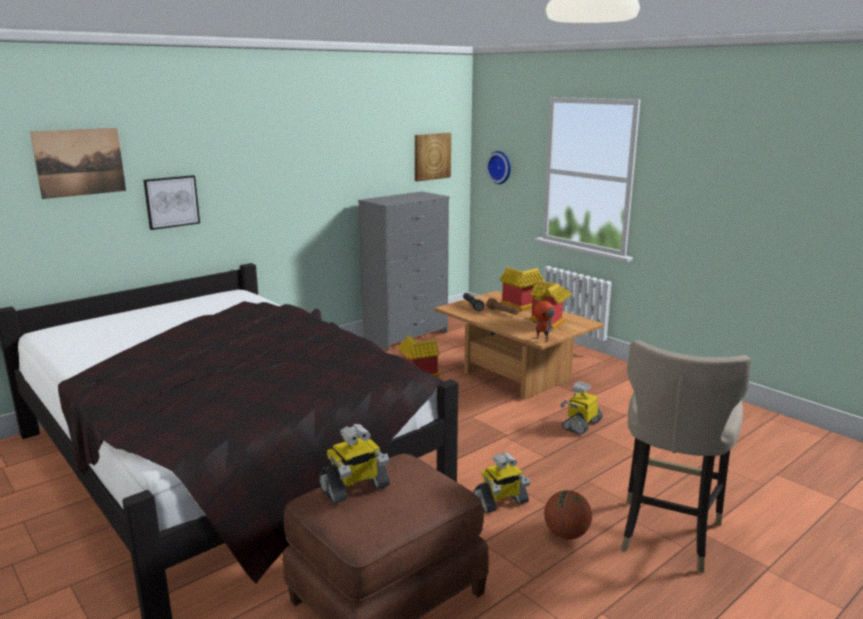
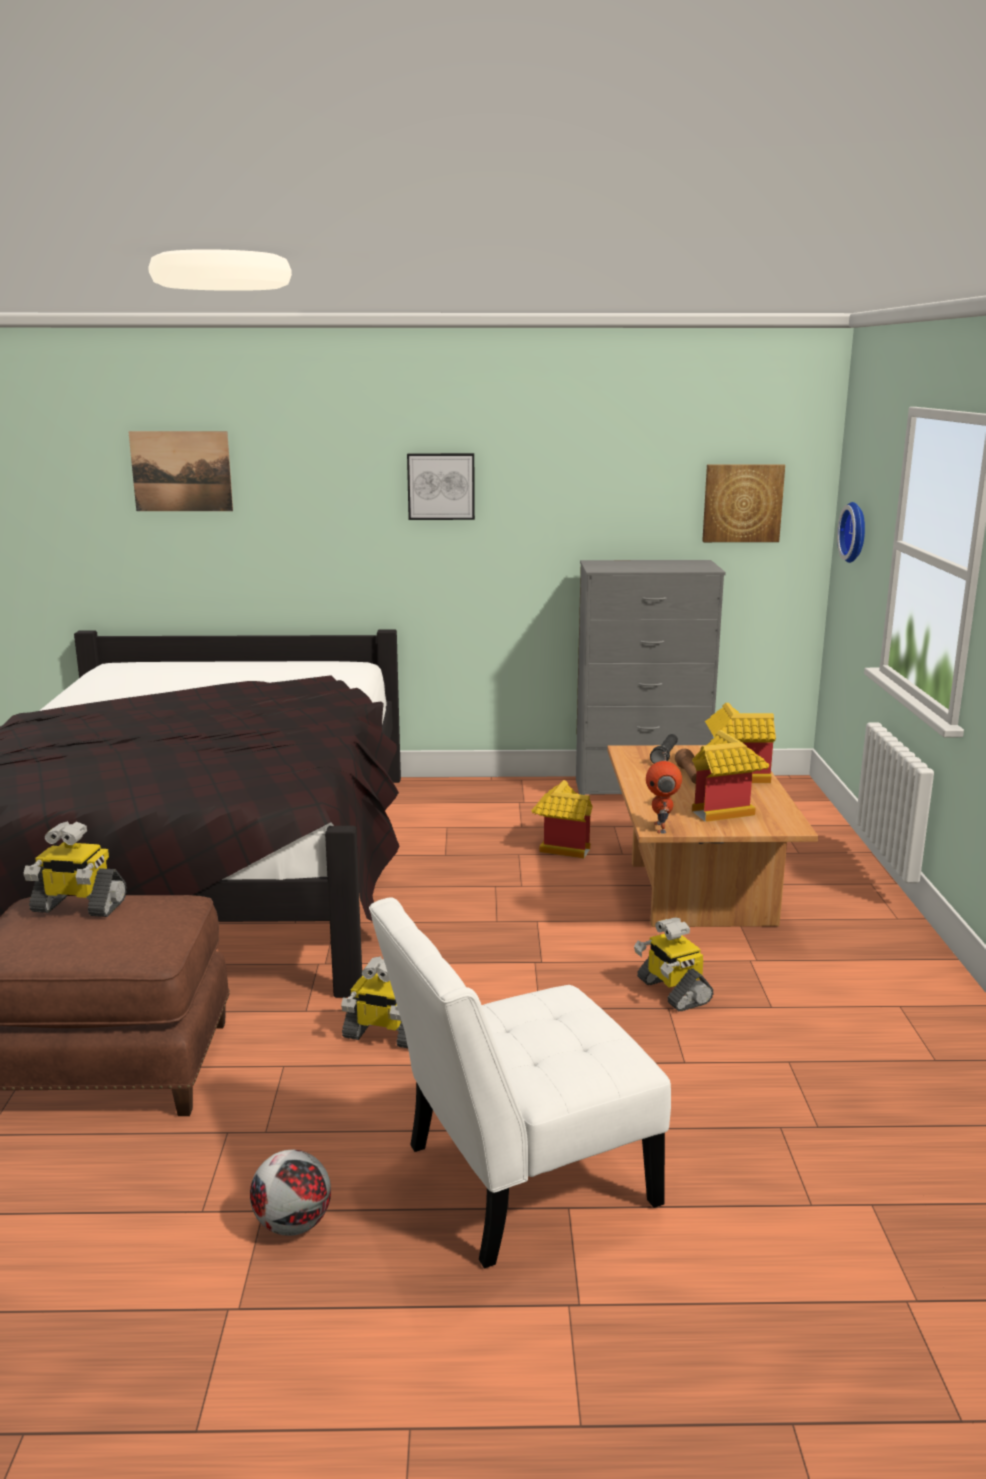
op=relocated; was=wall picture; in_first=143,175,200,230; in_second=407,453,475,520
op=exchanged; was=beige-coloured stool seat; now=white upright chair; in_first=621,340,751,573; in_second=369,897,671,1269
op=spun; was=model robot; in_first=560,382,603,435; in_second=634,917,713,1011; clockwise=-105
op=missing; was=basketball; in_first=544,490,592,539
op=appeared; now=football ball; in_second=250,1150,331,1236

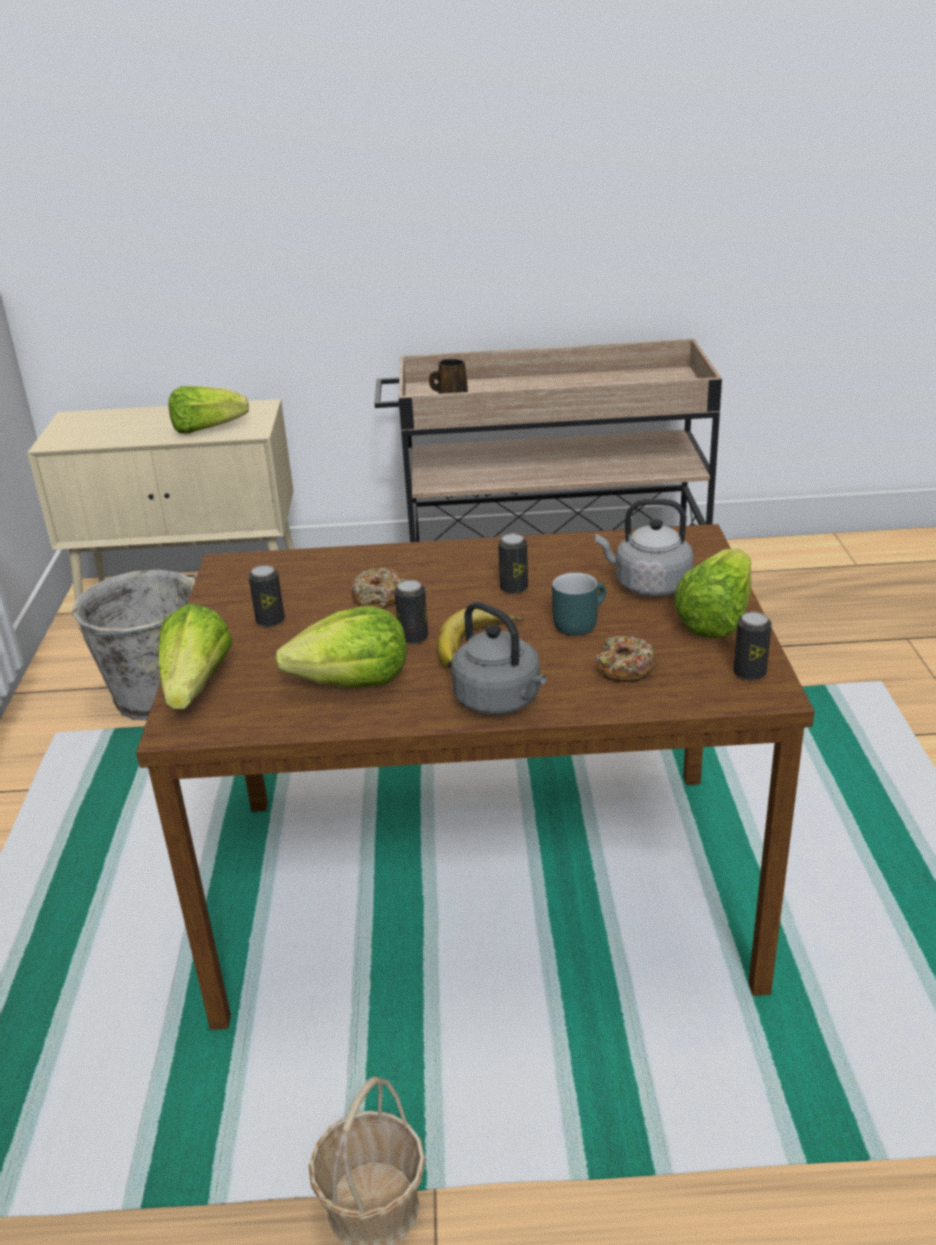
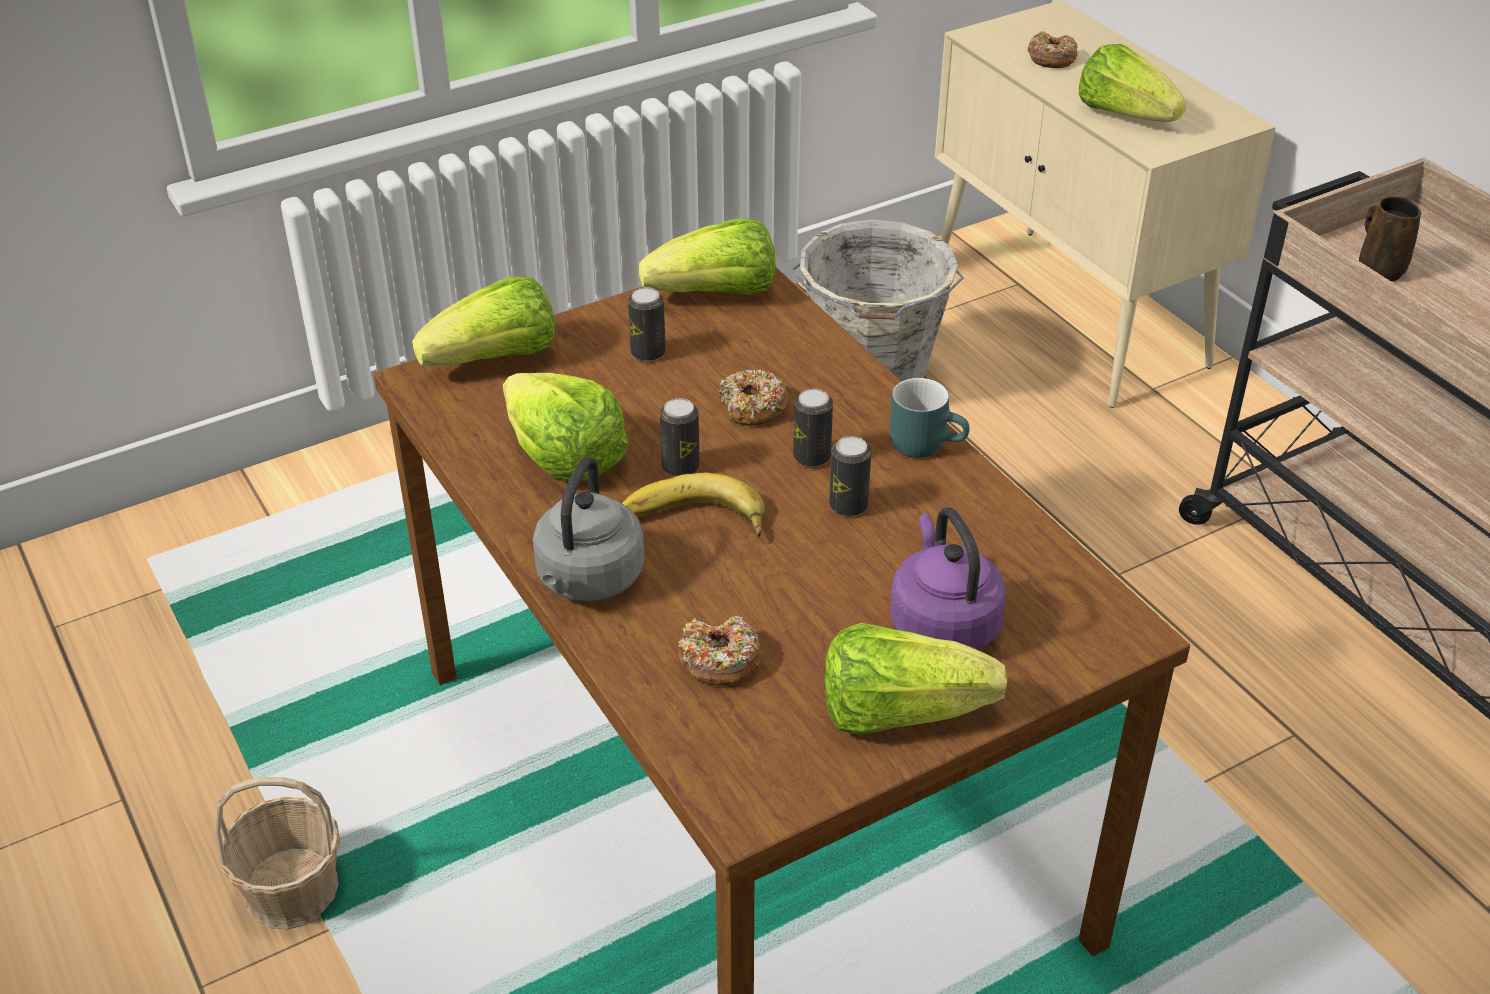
op=colour; was=greyish tea kettle; now=purple-coloured tea kettle; in_first=595,499,694,597; in_second=890,508,1006,650
op=relocated; was=blue-green coffee mug; in_first=552,573,606,636; in_second=890,378,970,458
op=relocated; was=sealed can; in_first=734,611,772,680; in_second=793,389,833,467
op=appeared; now=donut; in_second=1028,31,1078,68
op=appeared; now=head of lettuce; in_second=639,218,776,295

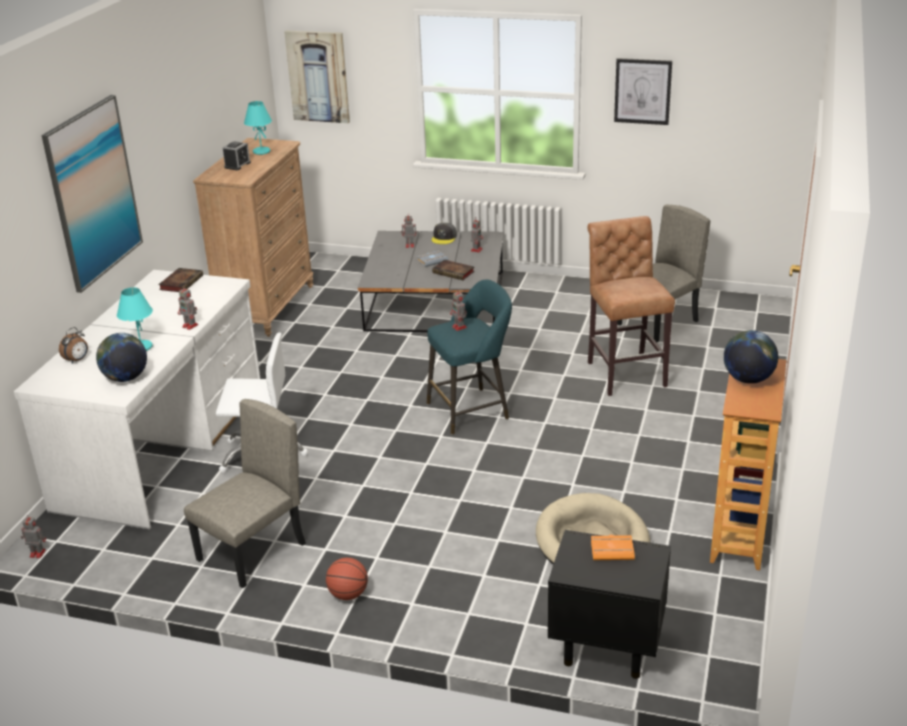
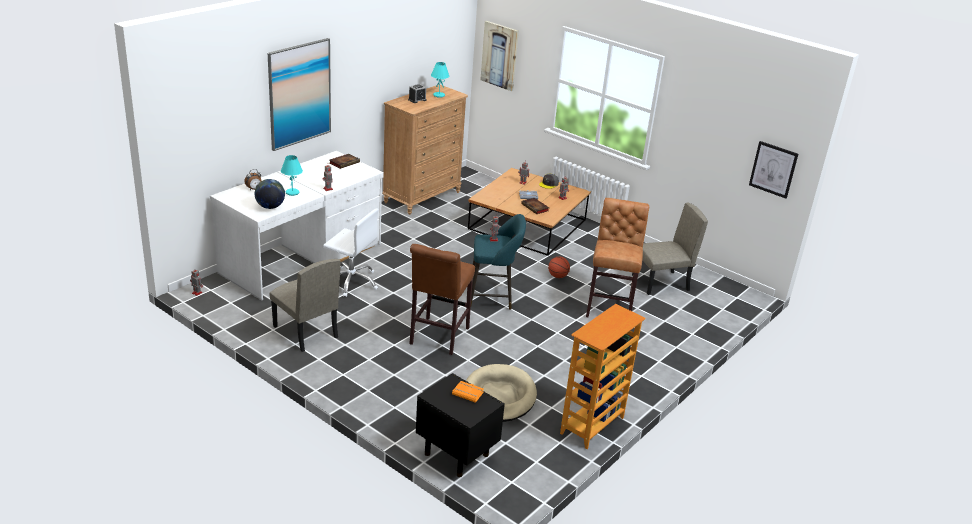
op=relocated; was=wall picture; in_first=614,58,672,125; in_second=749,141,798,199
op=colour; was=greyish lounge table; now=brownish lounge table; in_first=358,231,504,332; in_second=468,168,591,256
op=missing; was=globe; in_first=724,330,778,384
op=spun; was=beige-coloured upright chair; in_first=184,399,306,588; in_second=269,259,341,352; clockwise=75
op=relocated; was=basketball; in_first=326,558,368,600; in_second=548,257,570,278
op=appeared; now=brownish stool seat; in_second=409,244,475,355

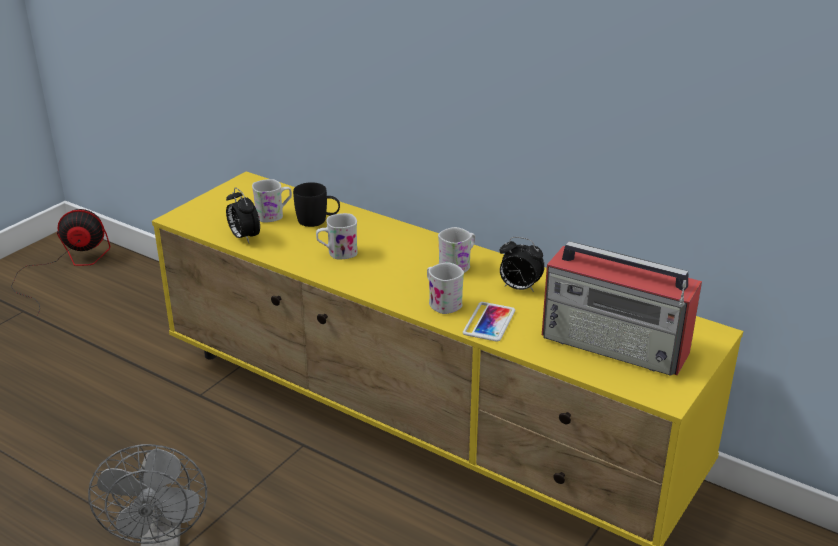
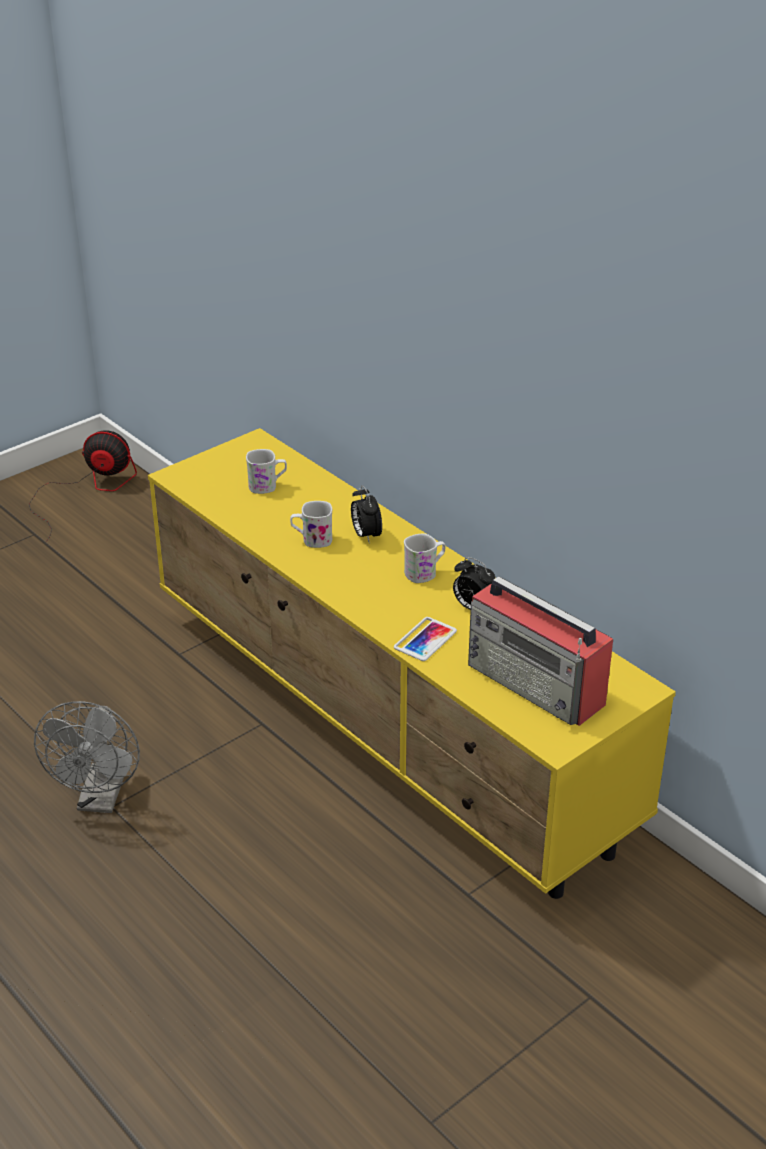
op=missing; was=blackish coffee mug; in_first=293,182,340,227
op=relocated; was=alarm clock; in_first=226,188,260,243; in_second=351,485,382,544
op=missing; was=white coffee mug; in_first=427,262,464,314

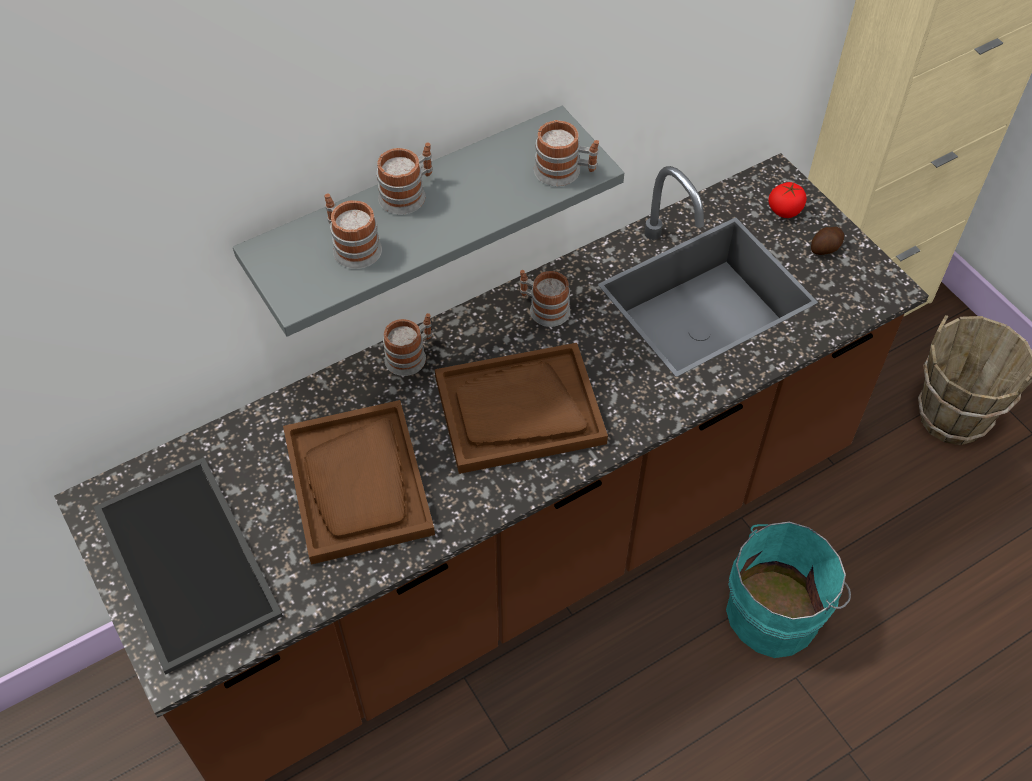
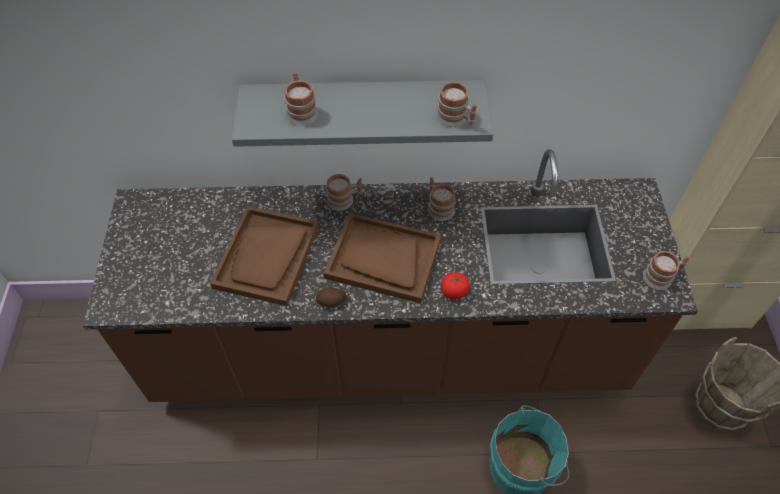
op=relocated; was=coffee mug; in_first=377,142,433,215; in_second=643,251,690,290
op=relocated; was=tomato; in_first=768,182,807,218; in_second=441,272,470,299
op=relocated; was=whole potato; in_first=811,226,844,255; in_second=316,287,346,307
op=missing; was=serving tray; in_first=94,457,283,674

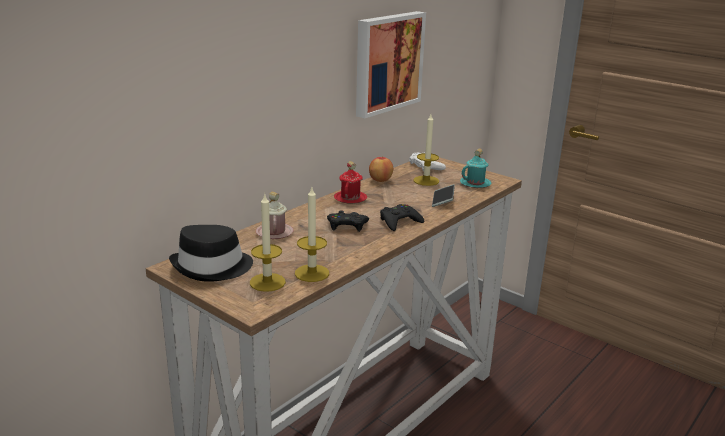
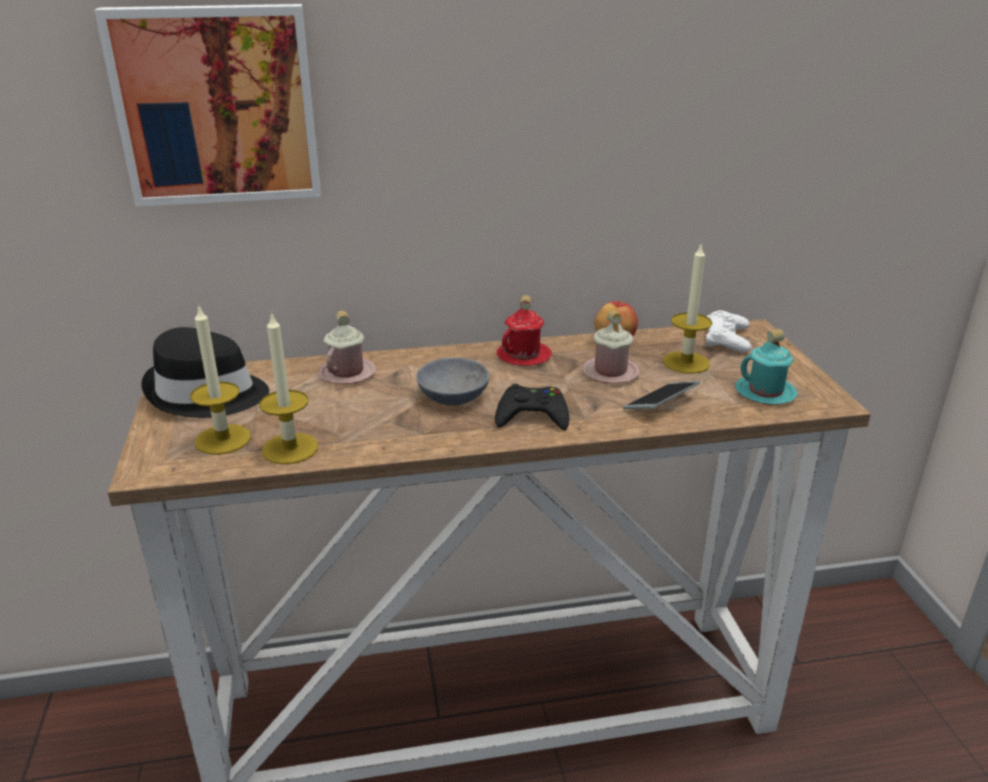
op=relocated; was=wall picture; in_first=356,11,426,118; in_second=94,4,321,207
op=exchanged; was=blackish game controller; now=greyish deep dish; in_first=327,210,369,232; in_second=416,358,490,406
op=appeared; now=pinkish coffee mug; in_second=582,310,640,383

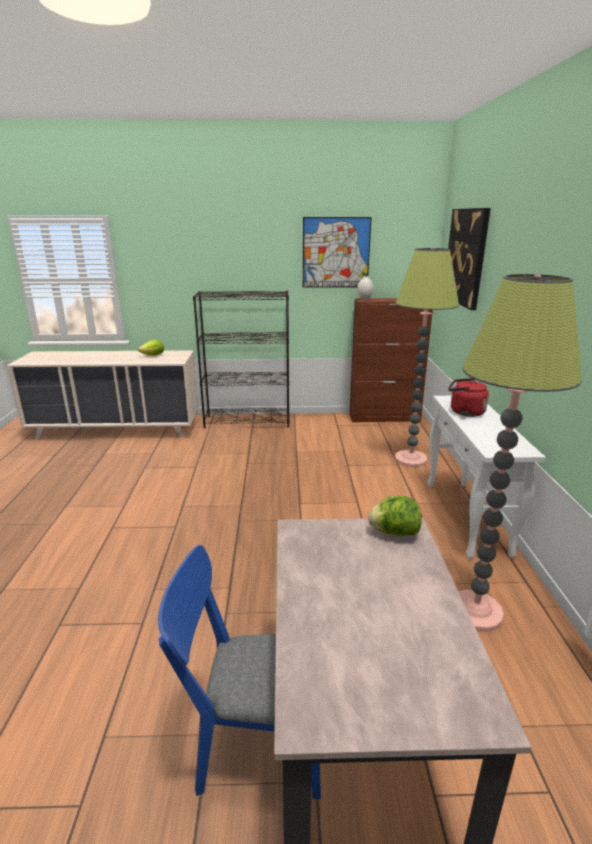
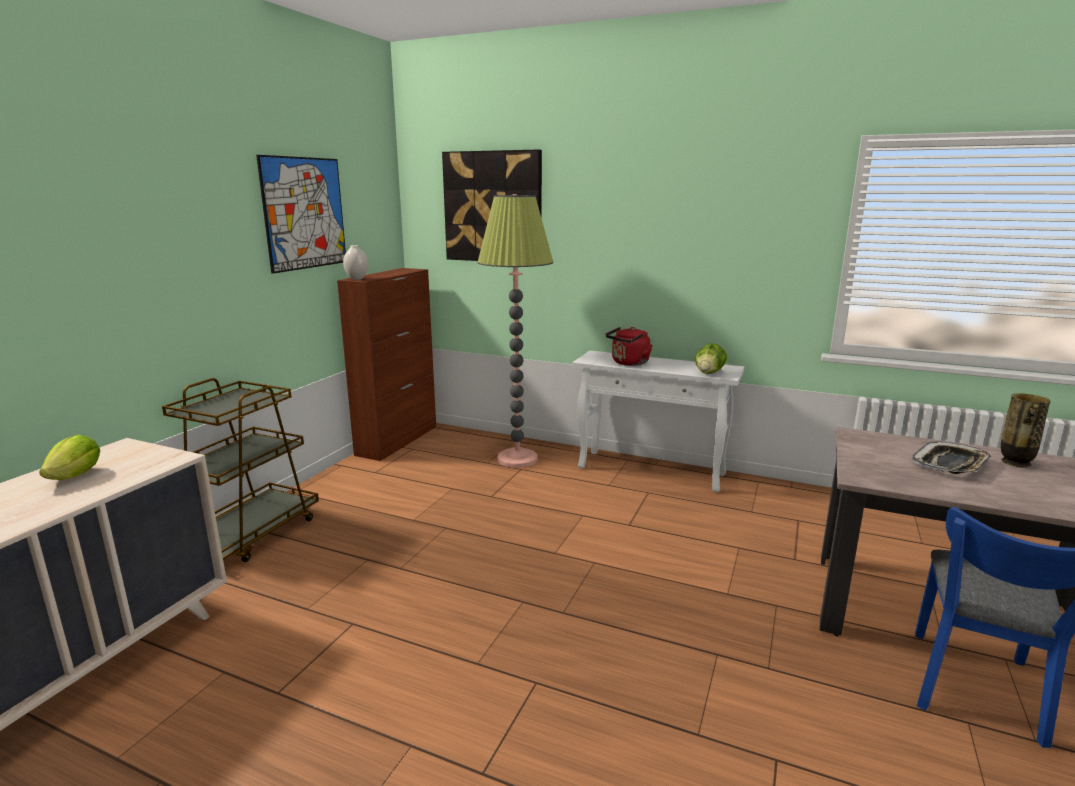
op=missing; was=standing lamp; in_first=458,274,582,632
op=exchanged; was=blackish bookshelf; now=brownish trolley; in_first=193,291,289,428; in_second=162,378,319,562
op=relocated; was=head of lettuce; in_first=368,496,422,536; in_second=695,343,727,374
op=appeared; now=decorative vase; in_second=1001,393,1051,468
op=appeared; now=serving tray; in_second=912,441,991,474

